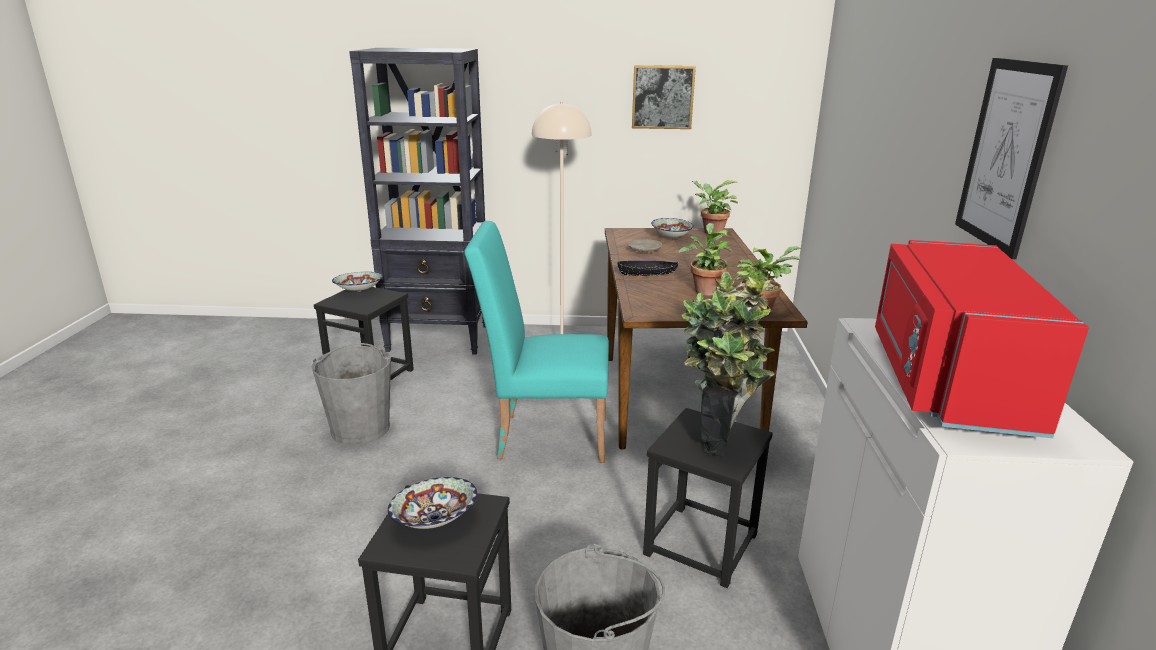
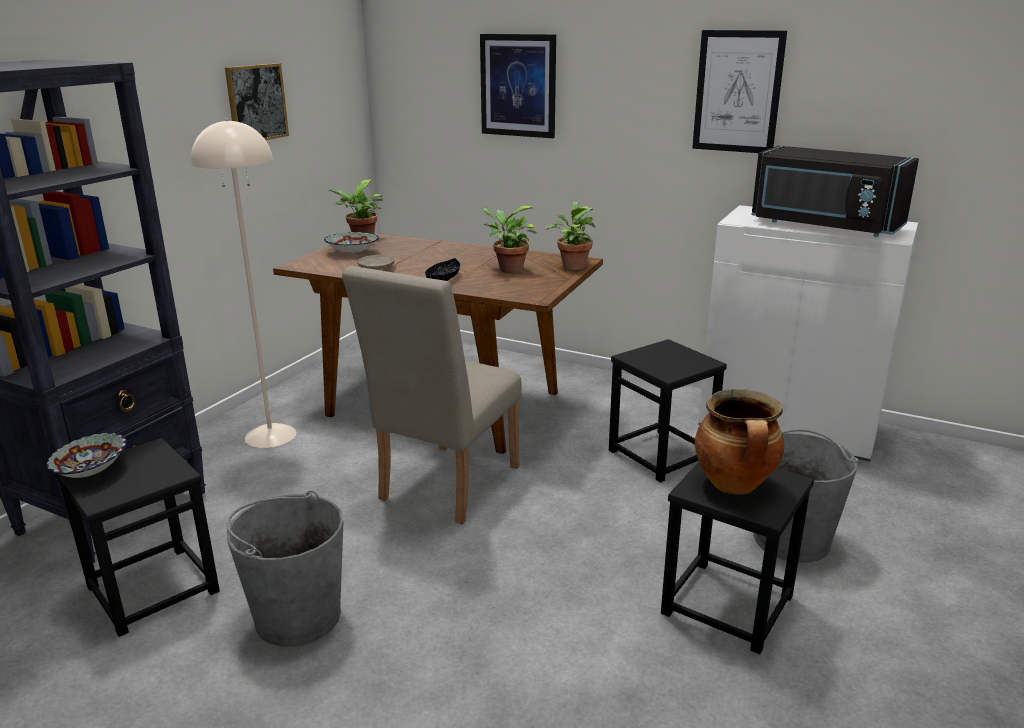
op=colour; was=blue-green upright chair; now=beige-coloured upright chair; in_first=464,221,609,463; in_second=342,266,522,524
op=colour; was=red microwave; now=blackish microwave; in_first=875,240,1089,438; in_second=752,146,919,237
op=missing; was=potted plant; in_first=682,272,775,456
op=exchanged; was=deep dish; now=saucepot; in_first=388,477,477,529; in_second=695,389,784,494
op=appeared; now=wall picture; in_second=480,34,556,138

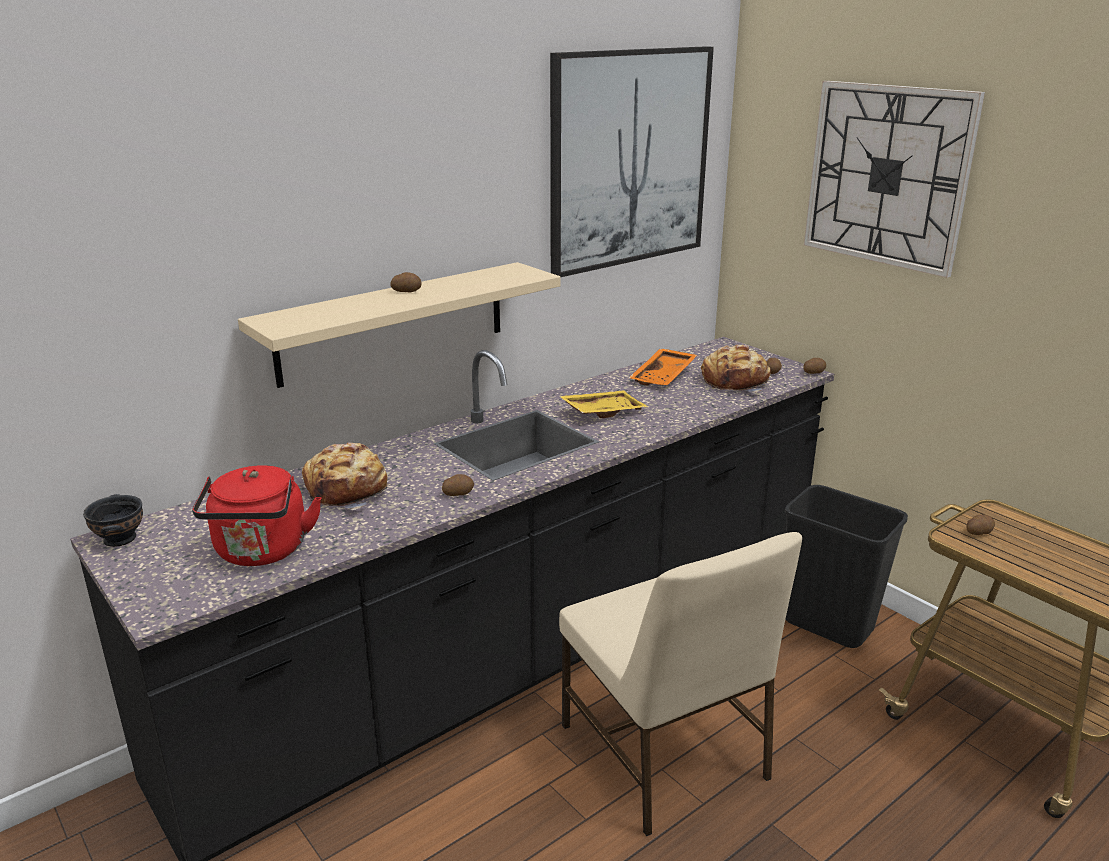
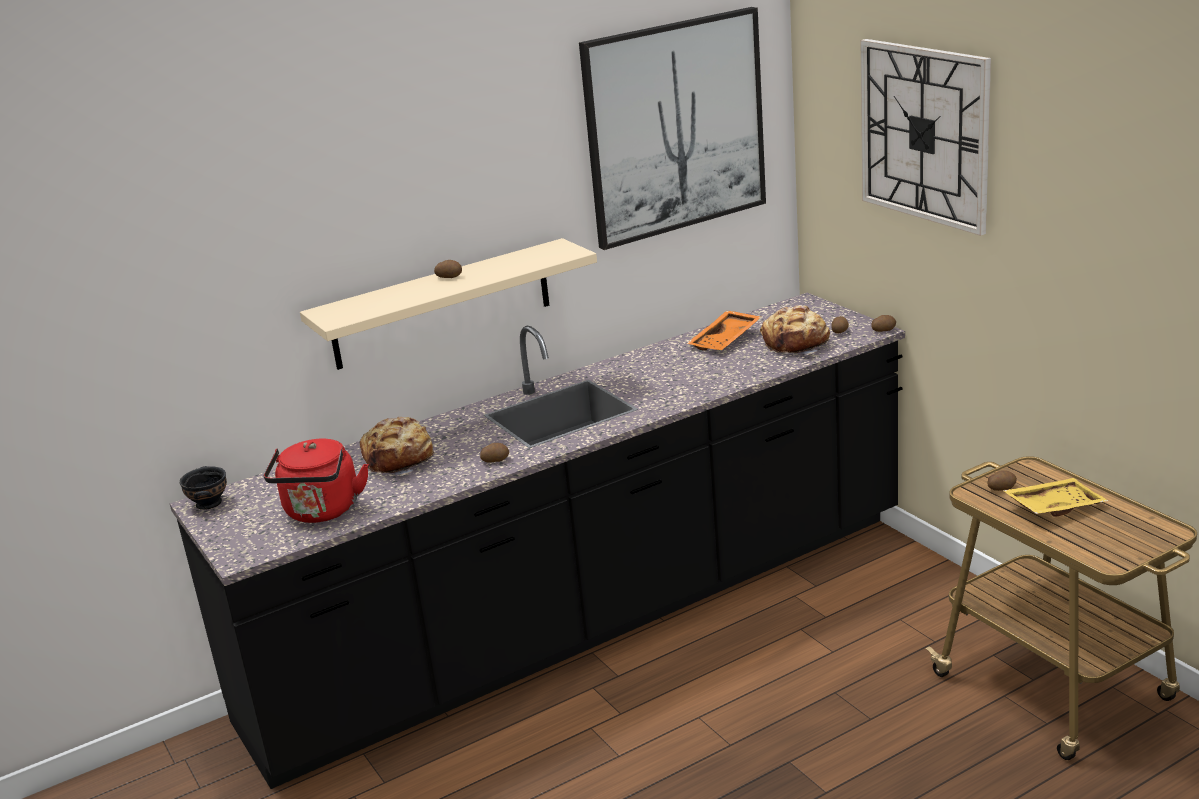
op=relocated; was=yellow-coloured serving tray; in_first=559,390,648,418; in_second=1003,478,1108,517
op=missing; was=blackish rubbish bin; in_first=785,485,908,648
op=missing; was=beige-coloured upright chair; in_first=559,532,802,836

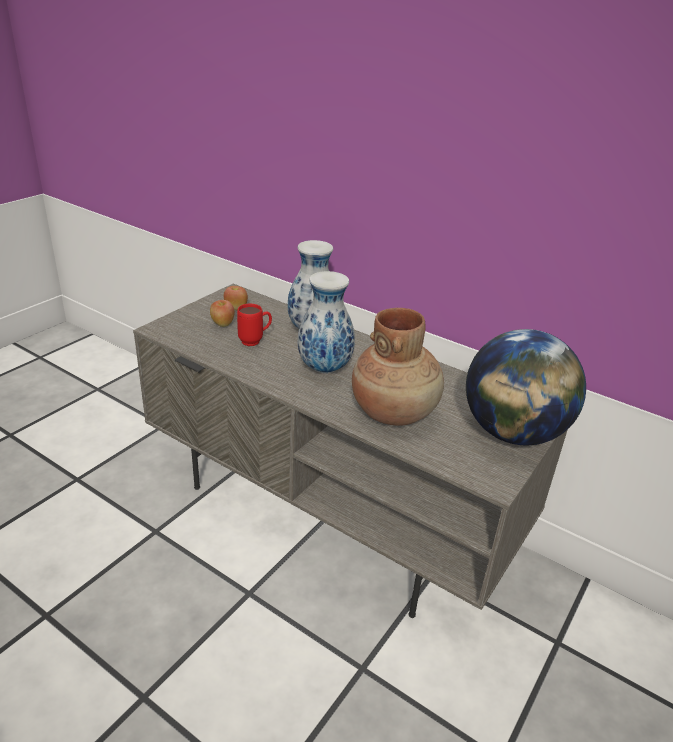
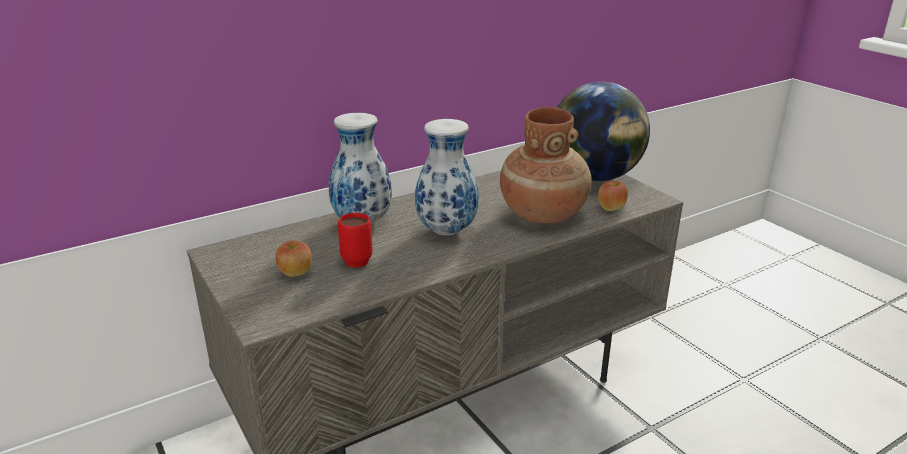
op=relocated; was=apple; in_first=224,286,248,310; in_second=598,180,628,211

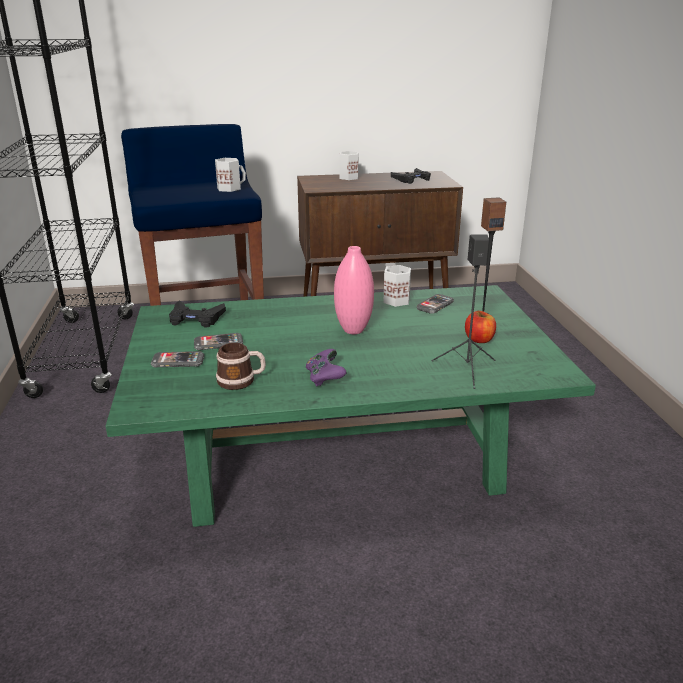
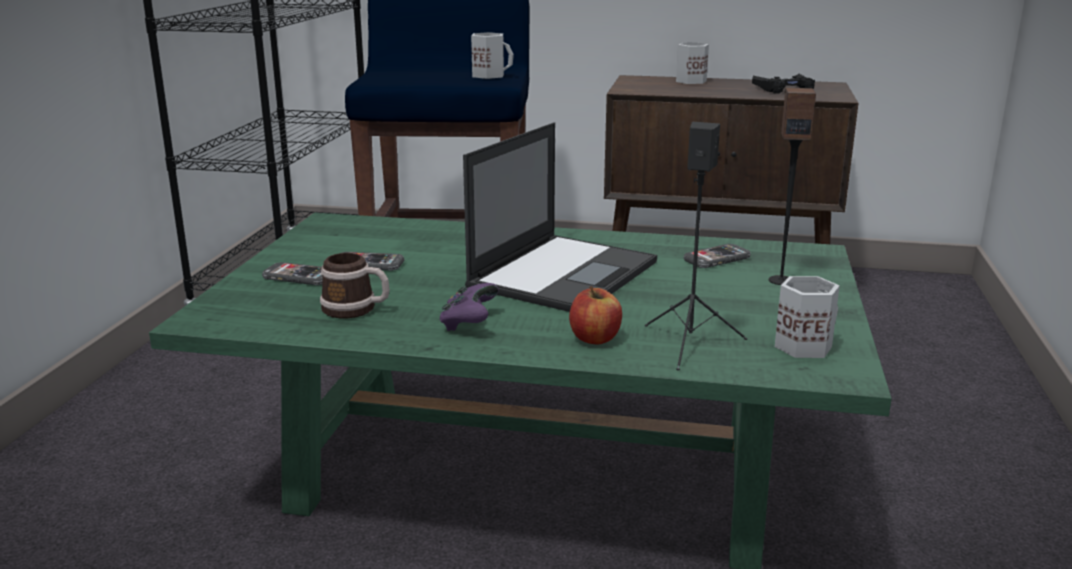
op=exchanged; was=pinkish decorative vase; now=notebook computer; in_first=334,246,374,334; in_second=463,122,657,312
op=relocated; was=white coffee mug; in_first=383,265,411,307; in_second=775,276,840,358
op=missing; was=blackish game controller; in_first=169,301,226,328
op=relocated; was=apple; in_first=465,310,496,343; in_second=569,286,622,344

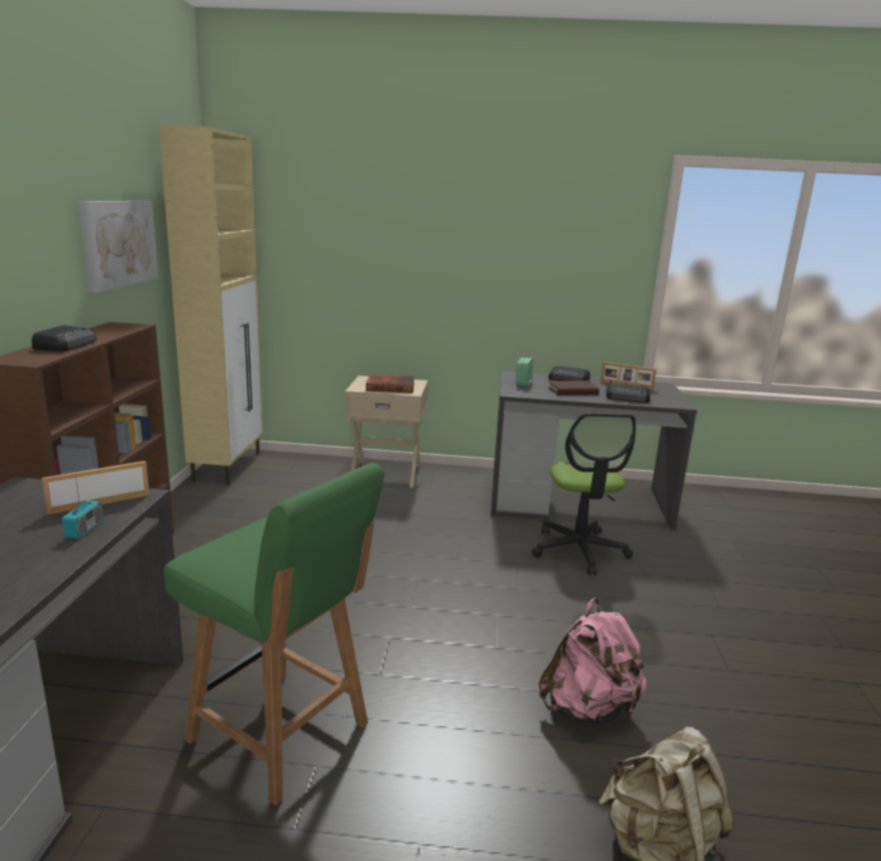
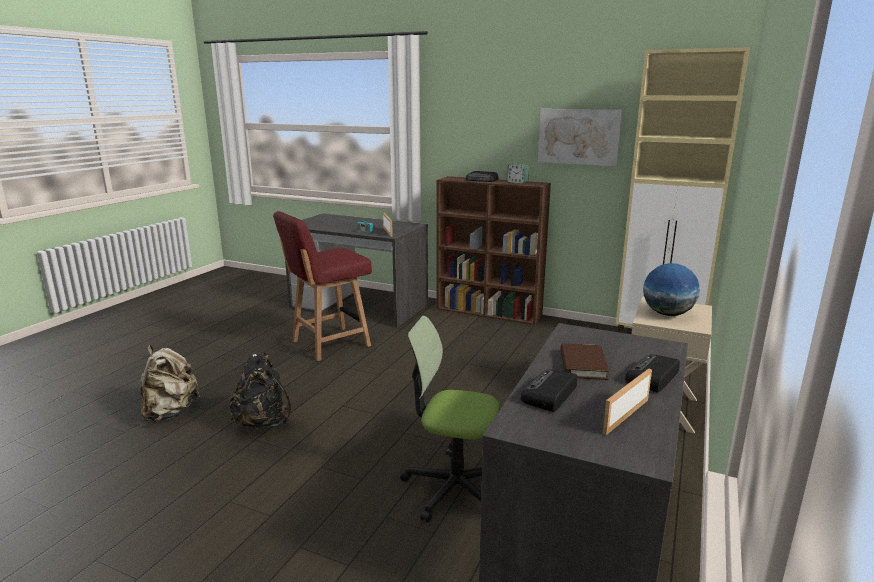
op=relocated; was=alarm clock; in_first=516,358,533,386; in_second=507,163,529,184
op=exchanged; was=volume; now=globe; in_first=366,374,415,393; in_second=643,263,700,316
op=colour; was=greenish upright chair; now=red upright chair; in_first=164,463,384,806; in_second=273,211,372,361
op=colour; was=pinkish backpack; now=blackish backpack; in_first=538,598,647,724; in_second=230,353,291,429

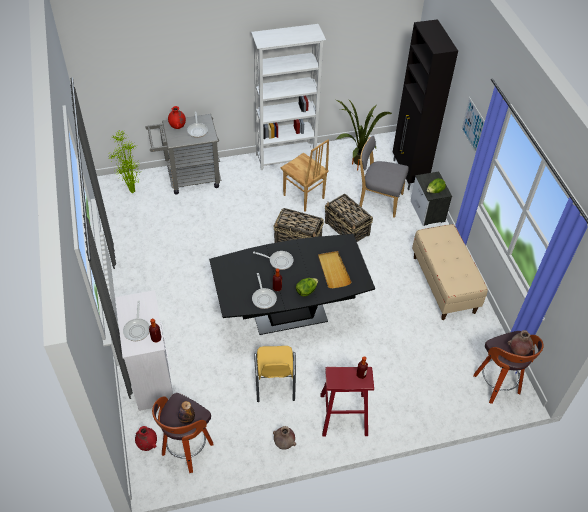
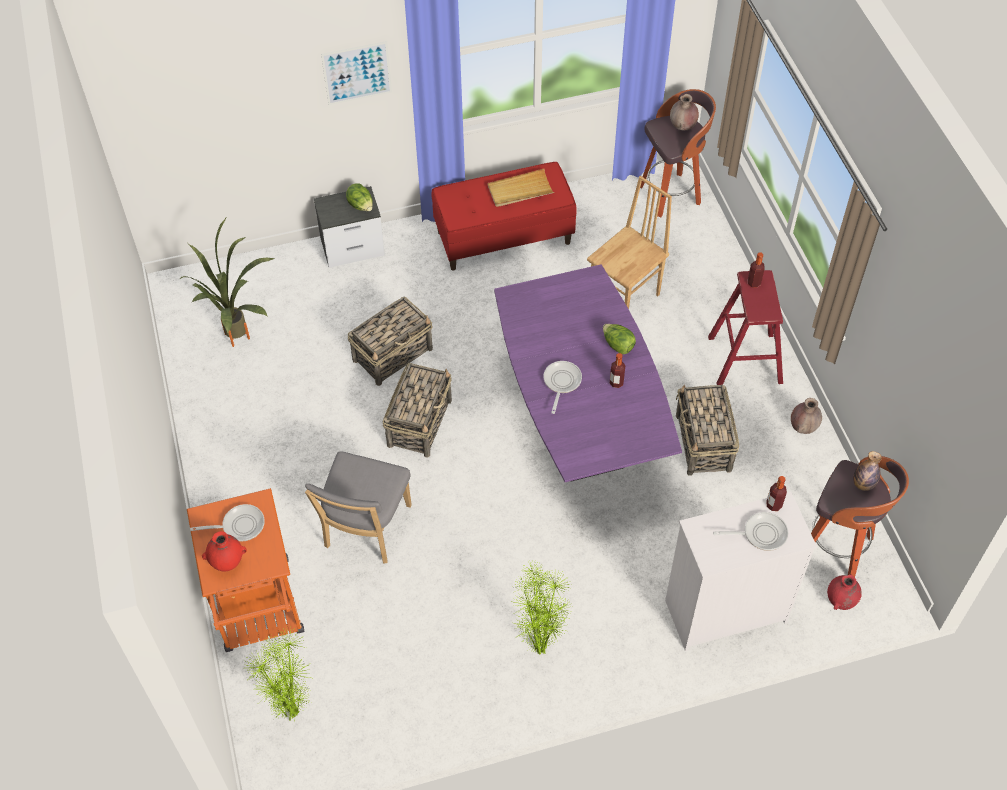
op=missing; was=blackish cabinet; in_first=393,19,458,190
op=missing; was=white bookshelf; in_first=251,24,326,170
op=colour; was=greyish trolley; now=orange trolley; in_first=146,114,221,194; in_second=187,488,304,652
op=relocated; was=greyish upright chair; in_first=359,136,409,218; in_second=305,451,412,563
op=relocated; was=brownish upright chair; in_first=281,139,329,211; in_second=587,176,672,309
op=colour; was=beige-coloured bench; now=red bench; in_first=412,224,488,320; in_second=432,162,577,270
op=colour; was=blackish dinner table; now=purple-coloured dinner table; in_first=209,234,375,335; in_second=494,264,682,482
op=relocated; was=beige-coloured serving tray; in_first=318,251,352,288; in_second=488,169,554,207
op=missing; was=skillet; in_first=252,273,277,309
op=exchanged; was=yellow-coloured upright chair; now=basket; in_first=254,346,296,402; in_second=676,385,739,476
op=appeared; now=potted plant; in_second=513,561,573,655

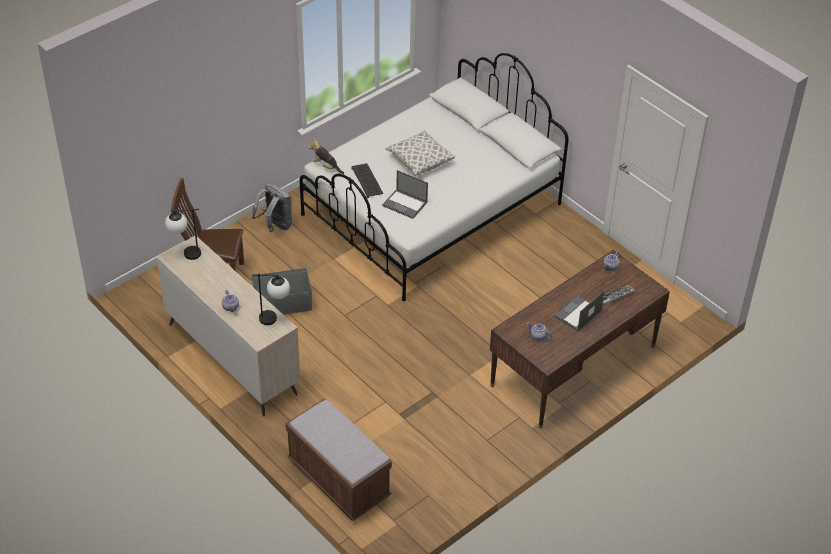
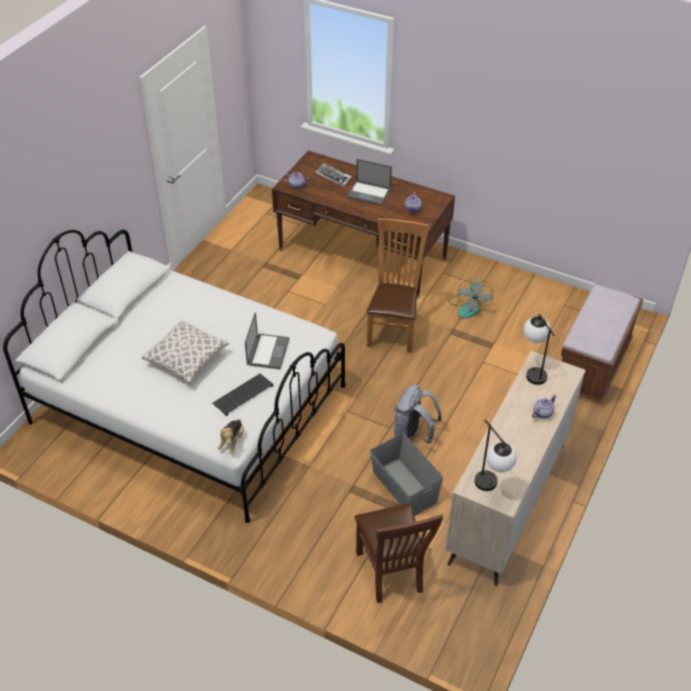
op=relocated; was=greyish backpack; in_first=252,184,292,232; in_second=394,384,442,444
op=appeared; now=brownish upright chair; in_second=366,218,429,353
op=appeared; now=cooling fan; in_second=448,278,494,319

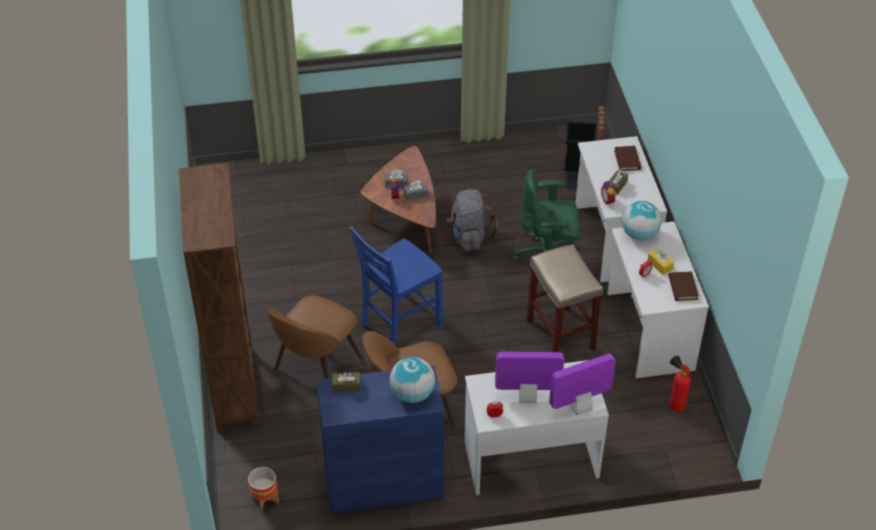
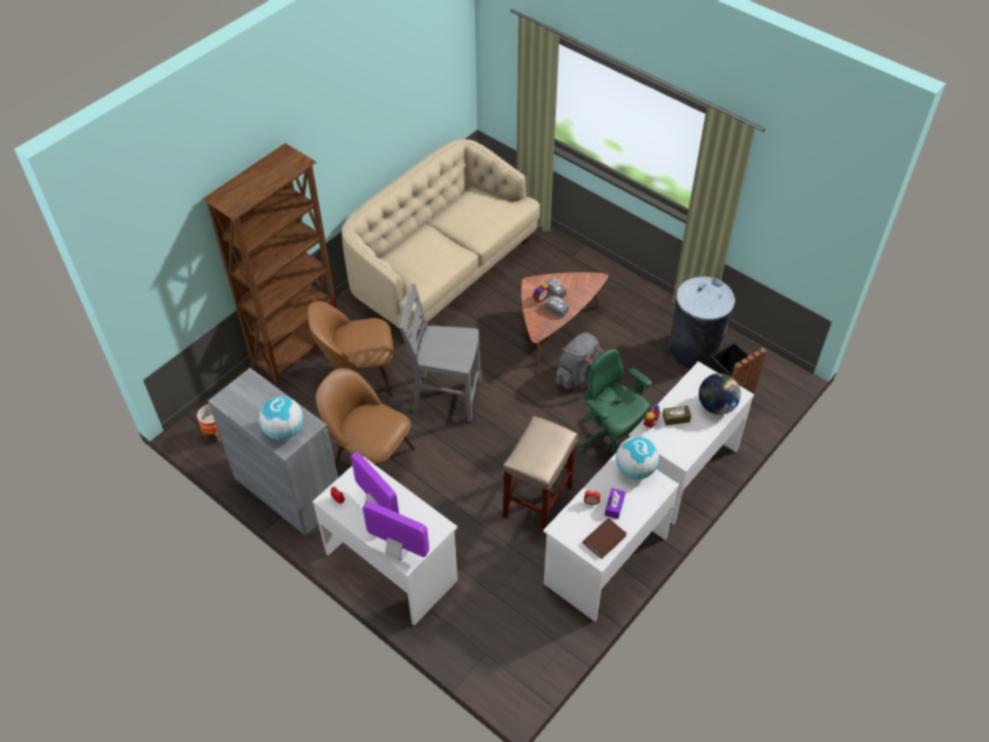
op=exchanged; was=brownish volume; now=globe; in_first=614,146,641,171; in_second=699,373,741,415
op=colour; was=blue-coloured upright chair; now=greyish upright chair; in_first=349,226,443,345; in_second=400,284,481,422
op=colour; was=yellow-coloured tissue holder; now=purple-coloured tissue holder; in_first=648,248,674,275; in_second=605,488,625,519
op=missing; was=fire extinguisher; in_first=669,356,691,412
op=colour; was=blue-coloured cabinet; now=greyish cabinet; in_first=316,365,444,514; in_second=208,368,338,536
op=missing; was=brownish tissue holder; in_first=332,372,361,392
op=appeared; now=beige-coloured sofa; in_second=342,139,540,338
op=appeared; now=greyish rubbish bin; in_second=668,276,735,369

